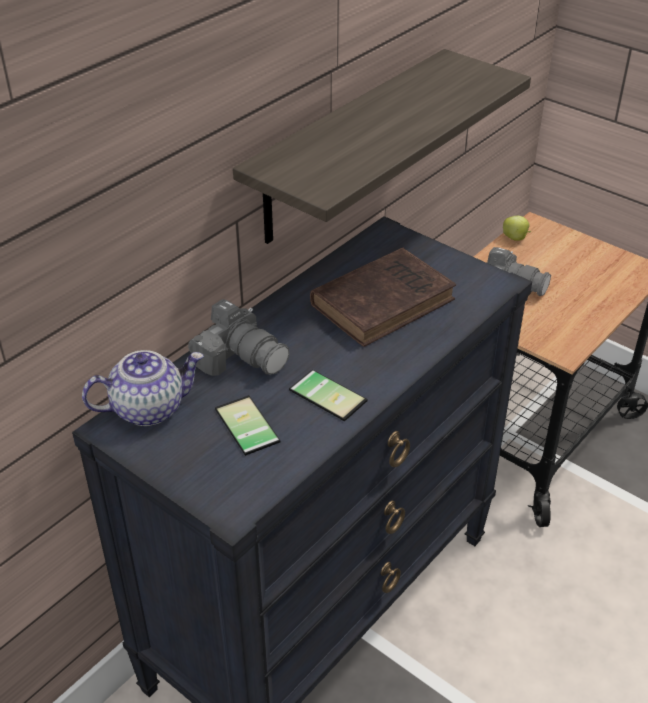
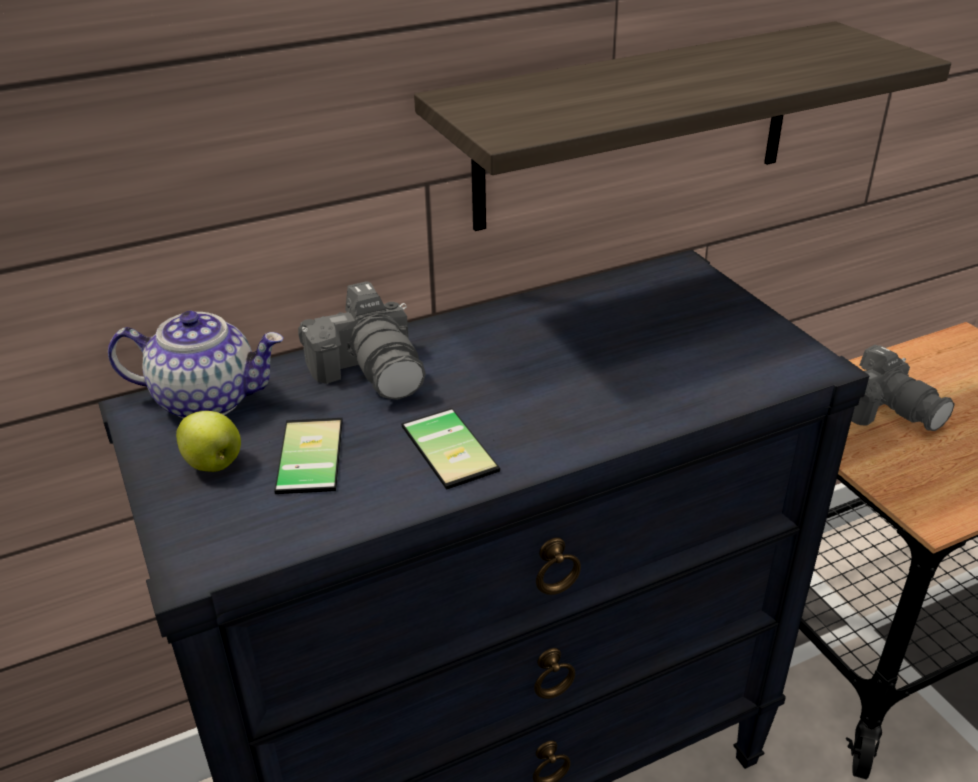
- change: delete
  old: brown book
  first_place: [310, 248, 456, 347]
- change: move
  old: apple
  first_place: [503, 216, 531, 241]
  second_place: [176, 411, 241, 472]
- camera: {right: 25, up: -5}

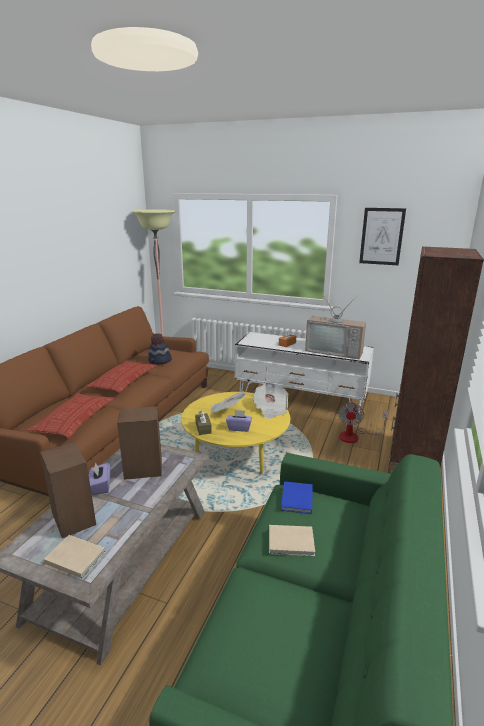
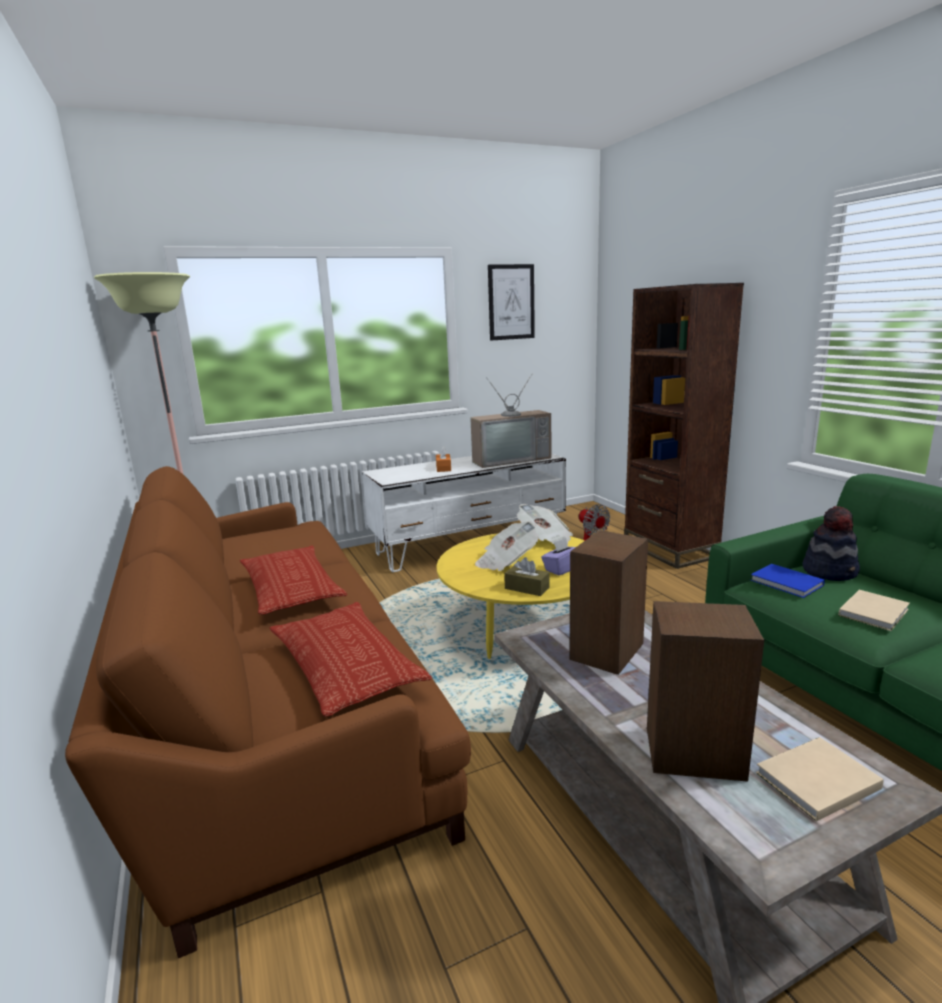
- change: delete
  old: purple tissue box
  first_place: [89, 462, 111, 495]
- change: move
  old: hat
  first_place: [148, 333, 172, 365]
  second_place: [802, 506, 860, 581]
- camera: {right: -45, up: -5}

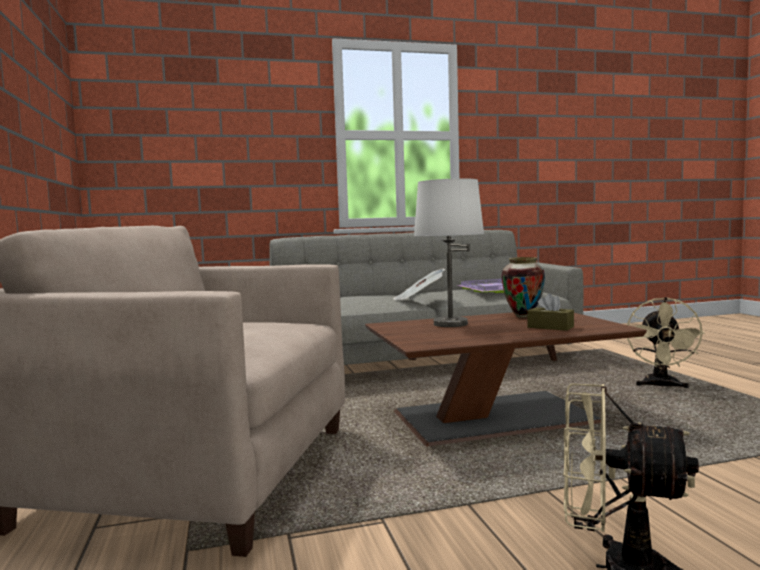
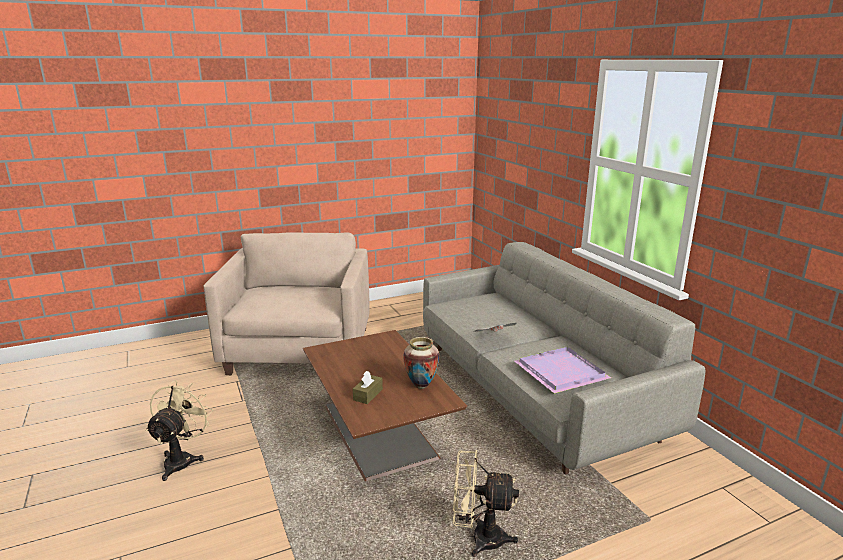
- change: delete
  old: white table lamp
  first_place: [414, 178, 484, 327]
- camera: {right: 80, up: 15}

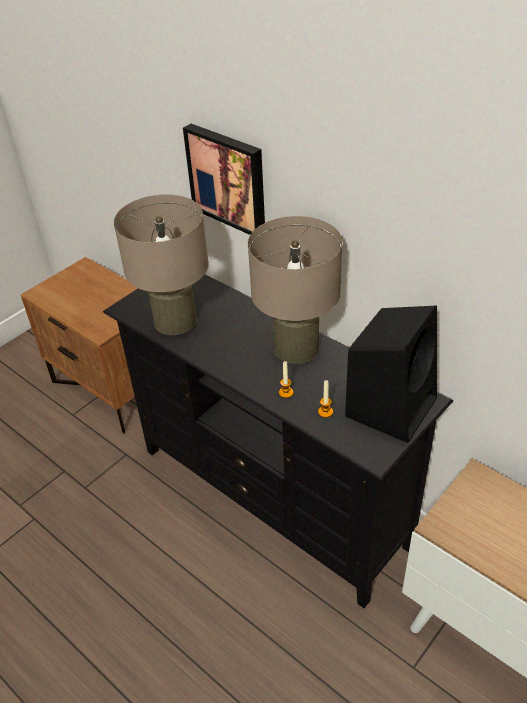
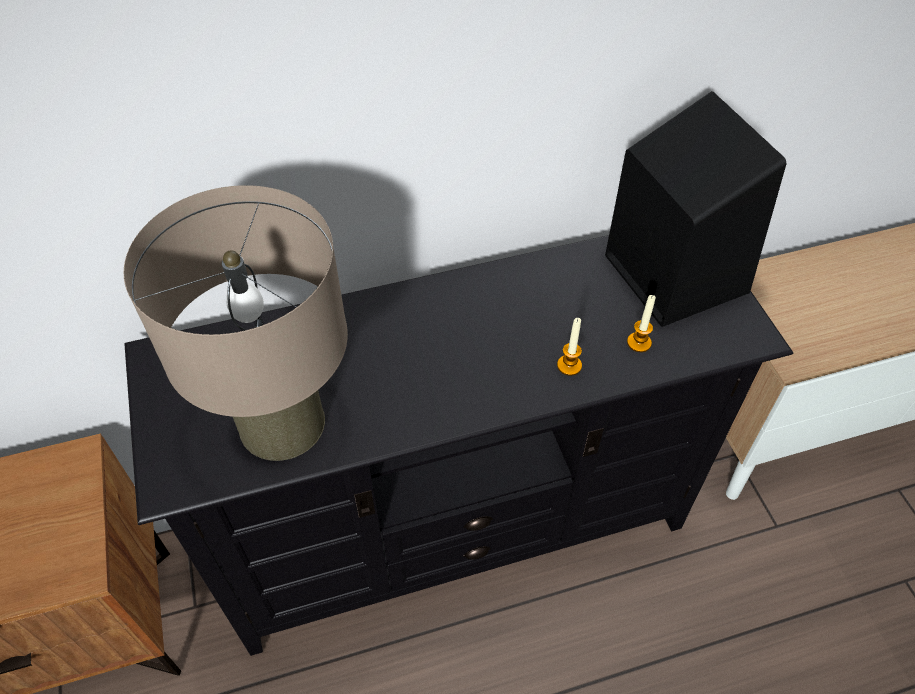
- change: delete
  old: picture
  first_place: [183, 124, 265, 235]
- change: delete
  old: beige table lamp
  first_place: [248, 216, 343, 364]
- camera: {right: -60, up: 10}

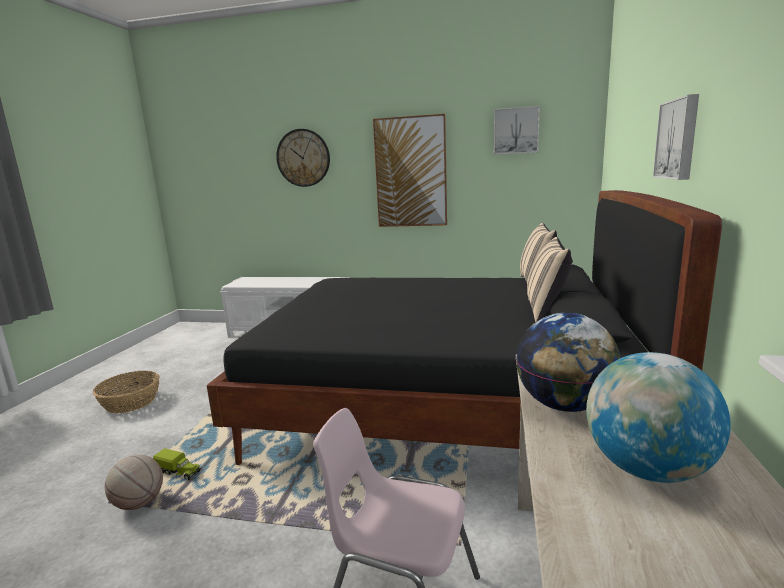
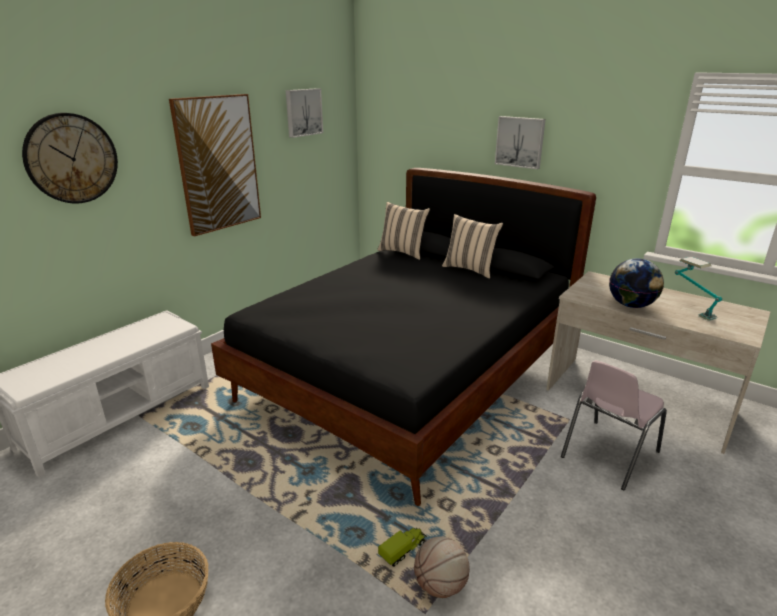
- change: replace
  old: globe
  new: table lamp
  first_place: [586, 352, 731, 483]
  second_place: [675, 257, 722, 321]
- camera: {right: -65, up: 10}

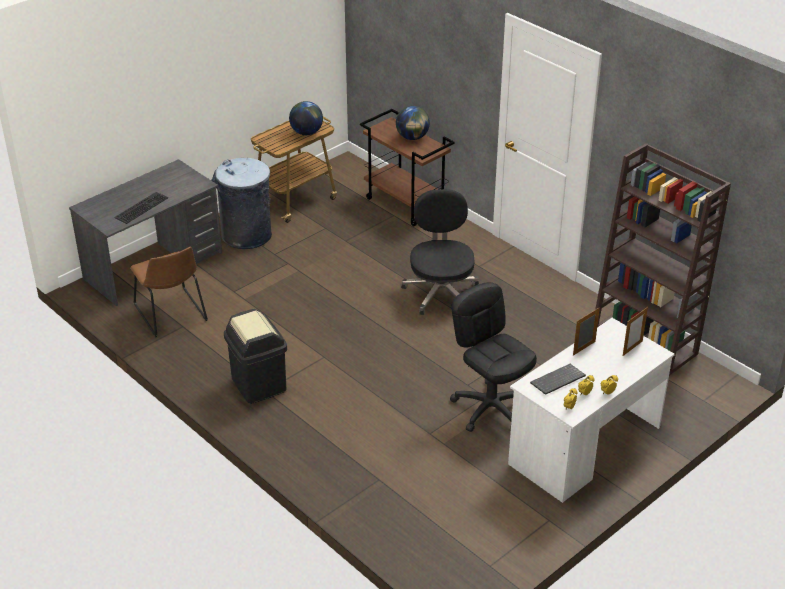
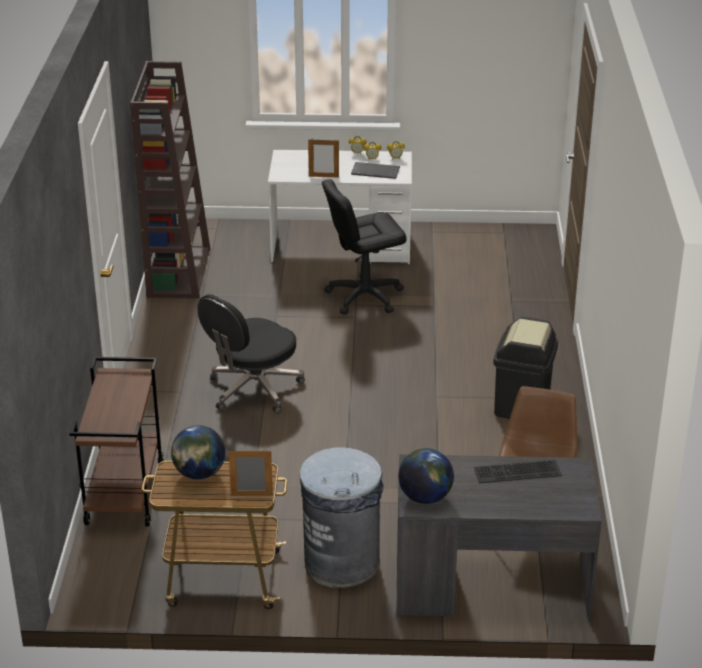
- change: move
  old: globe
  first_place: [396, 106, 430, 140]
  second_place: [398, 448, 454, 504]
- change: move
  old: picture frame
  first_place: [623, 307, 648, 356]
  second_place: [228, 451, 273, 496]
- change: rotate
  old: black office chair
  first_place: [450, 282, 537, 432]
  second_place: [322, 179, 407, 315]
  degrees: 60
- camera: {right: -135, up: -5}

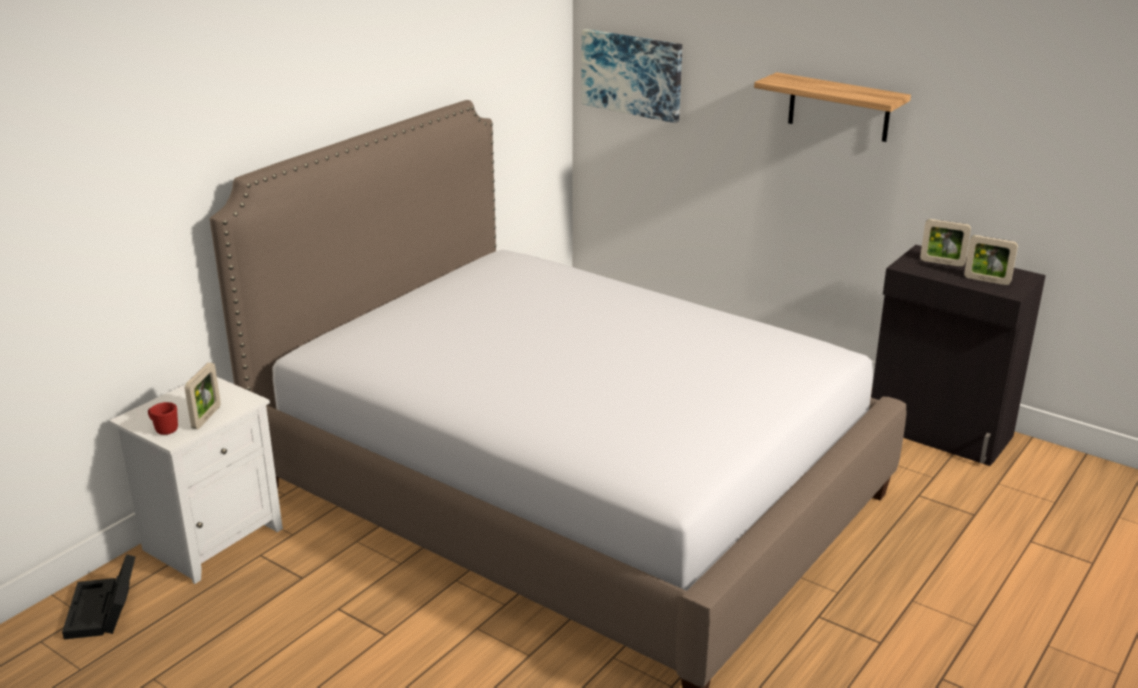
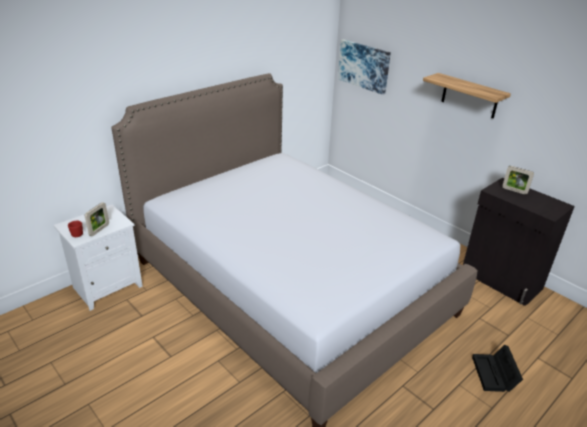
- change: delete
  old: picture frame
  first_place: [964, 235, 1018, 285]
- change: move
  old: black storage box
  first_place: [62, 554, 135, 639]
  second_place: [472, 345, 523, 392]
- camera: {right: 10, up: 5}

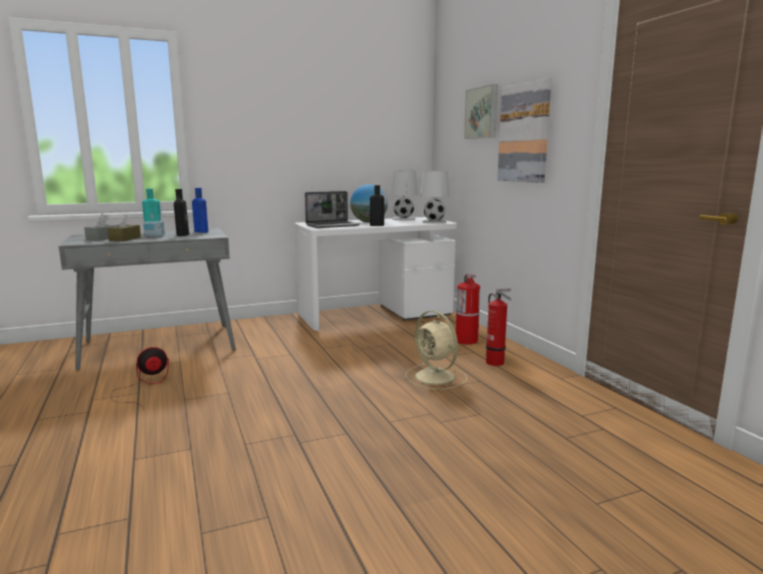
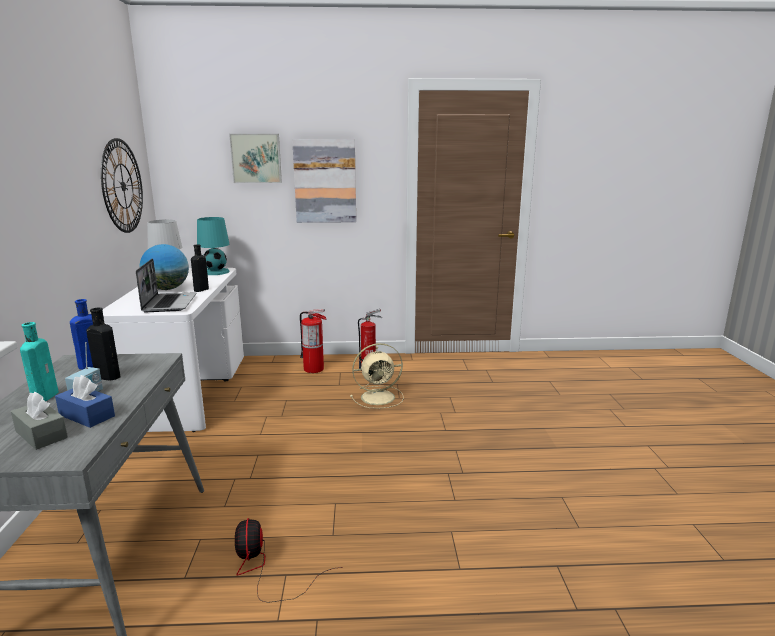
- change: insert
  new: wall clock
  second_place: [101, 138, 143, 233]
- change: recolor
  old: brown tissue box
  new: blue tissue box
  first_place: [107, 214, 141, 242]
  second_place: [55, 375, 115, 428]
- change: recolor
  old: white table lamp
  new: turquoise table lamp
  first_place: [420, 171, 449, 224]
  second_place: [197, 217, 230, 275]
- camera: {right: -70, up: 5}

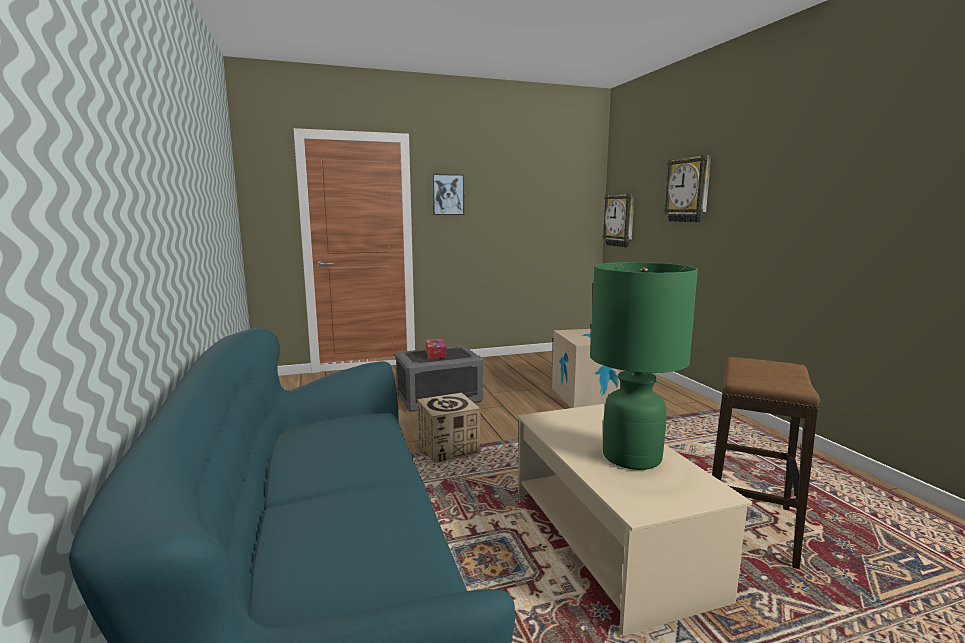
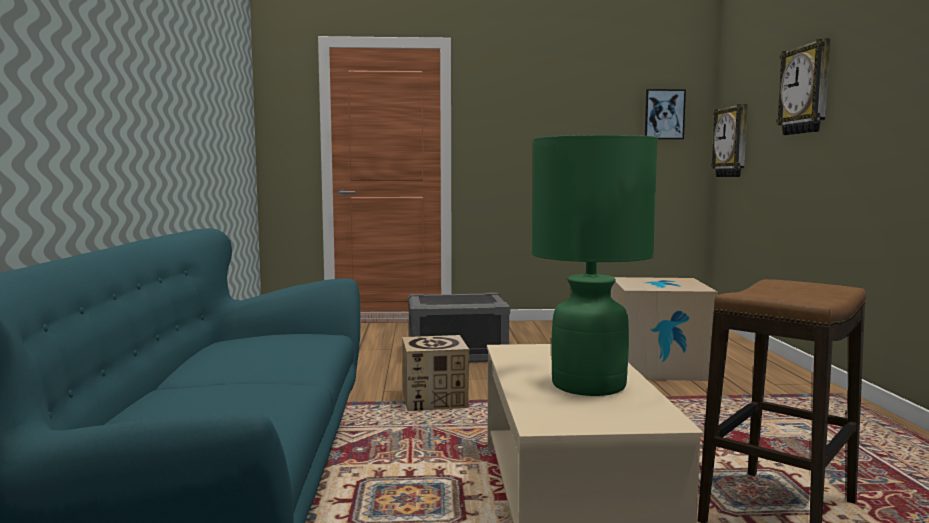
- change: delete
  old: tissue box
  first_place: [425, 339, 447, 359]
- change: move
  old: picture
  first_place: [432, 174, 464, 215]
  second_place: [645, 89, 686, 139]
- camera: {right: 15, up: -5}

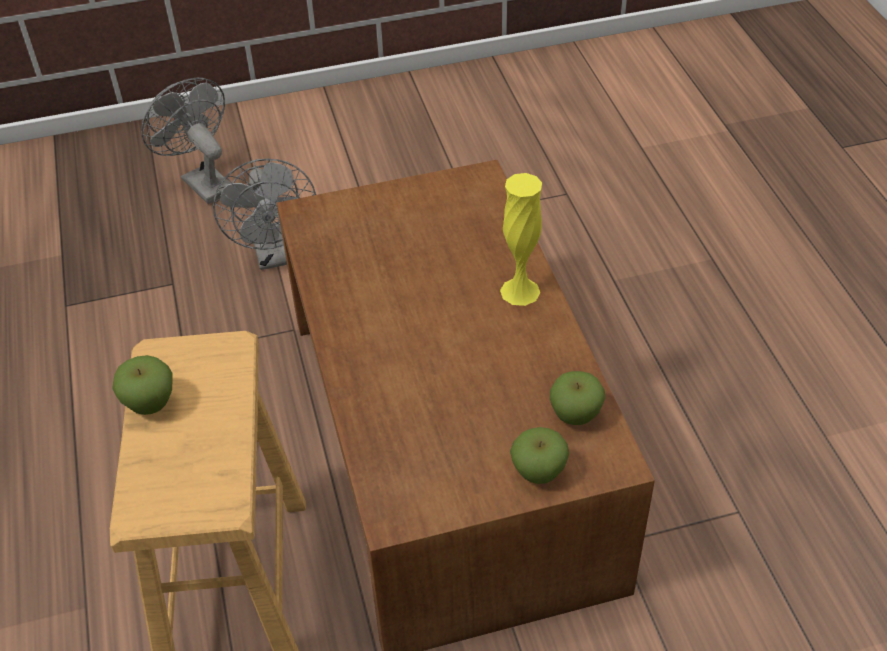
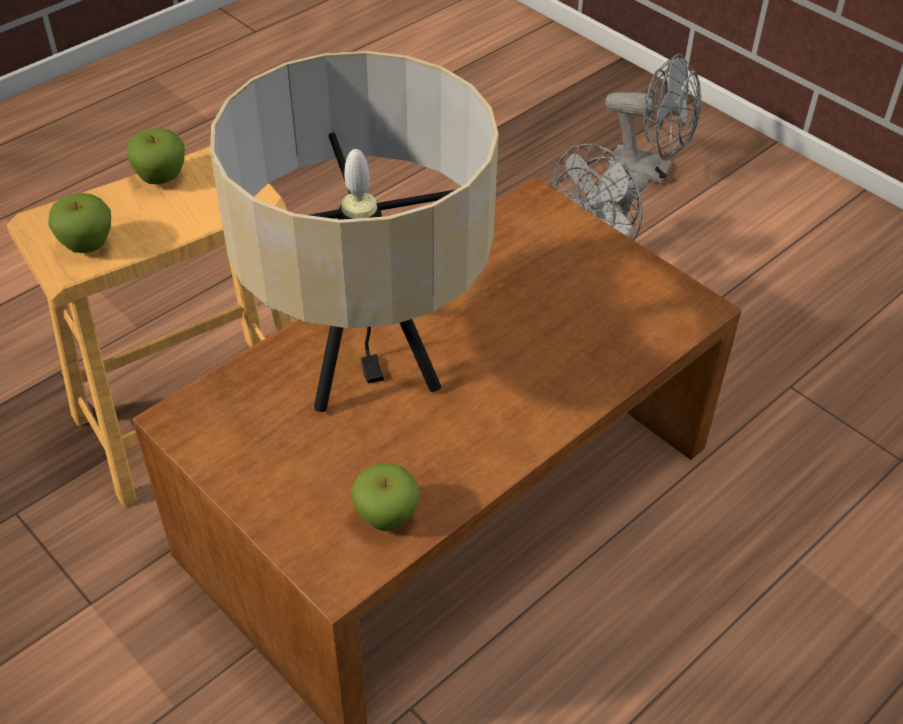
- change: delete
  old: yellow vase
  first_place: [500, 173, 542, 306]
- change: insert
  new: beige table lamp
  second_place: [210, 51, 499, 412]
- change: move
  old: apple
  first_place: [510, 427, 569, 484]
  second_place: [48, 193, 111, 253]
- change: rotate
  old: grey fan
  first_place: [141, 78, 231, 204]
  second_place: [605, 53, 701, 184]
  degrees: 90
- camera: {right: 60, up: 0}

